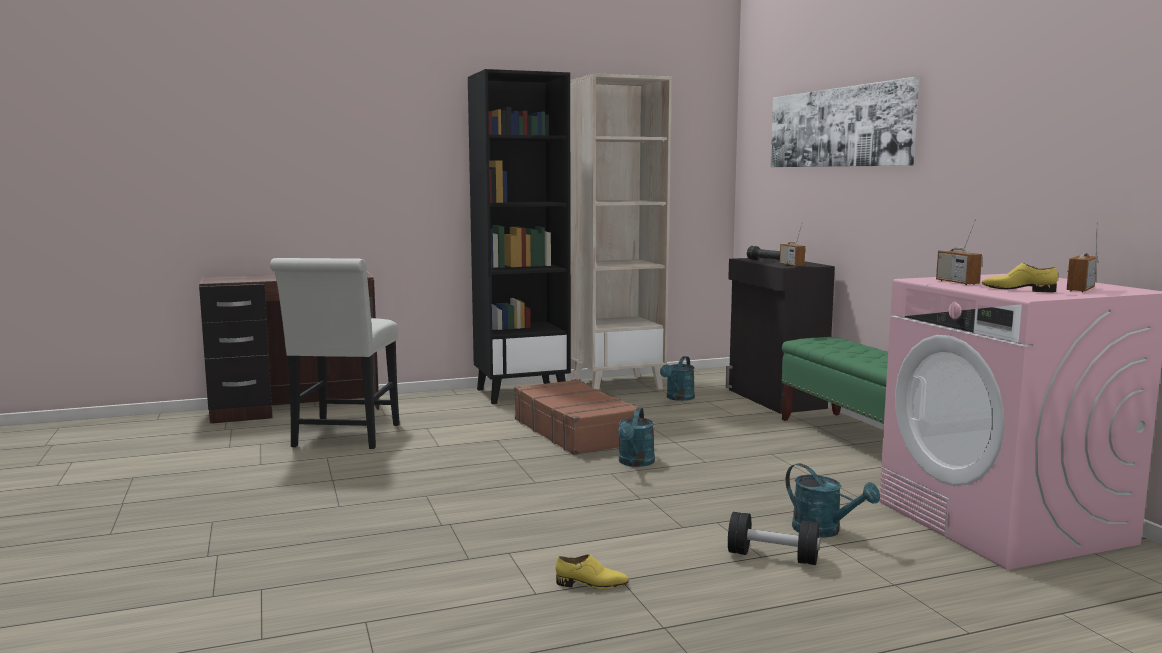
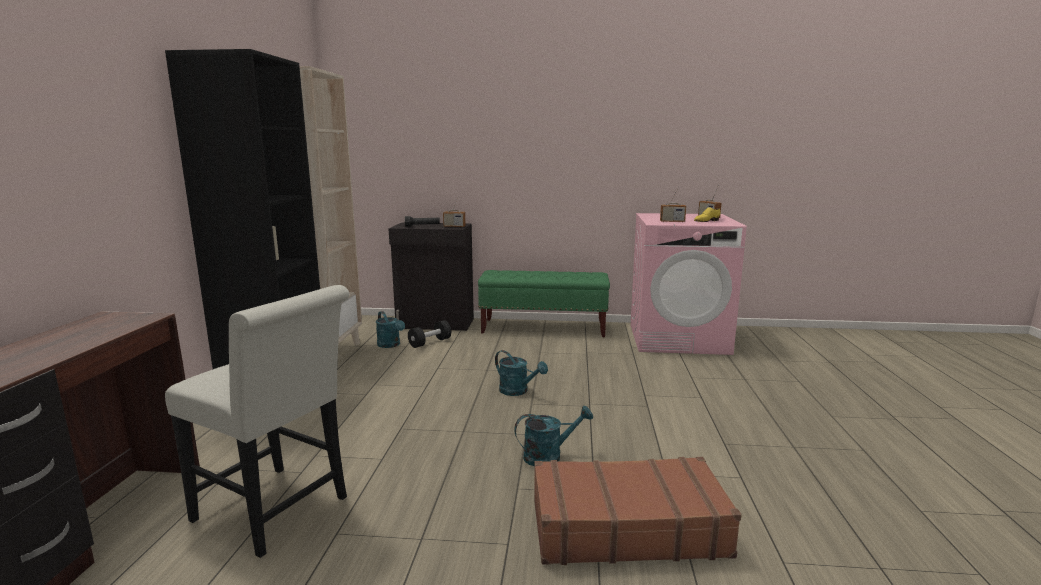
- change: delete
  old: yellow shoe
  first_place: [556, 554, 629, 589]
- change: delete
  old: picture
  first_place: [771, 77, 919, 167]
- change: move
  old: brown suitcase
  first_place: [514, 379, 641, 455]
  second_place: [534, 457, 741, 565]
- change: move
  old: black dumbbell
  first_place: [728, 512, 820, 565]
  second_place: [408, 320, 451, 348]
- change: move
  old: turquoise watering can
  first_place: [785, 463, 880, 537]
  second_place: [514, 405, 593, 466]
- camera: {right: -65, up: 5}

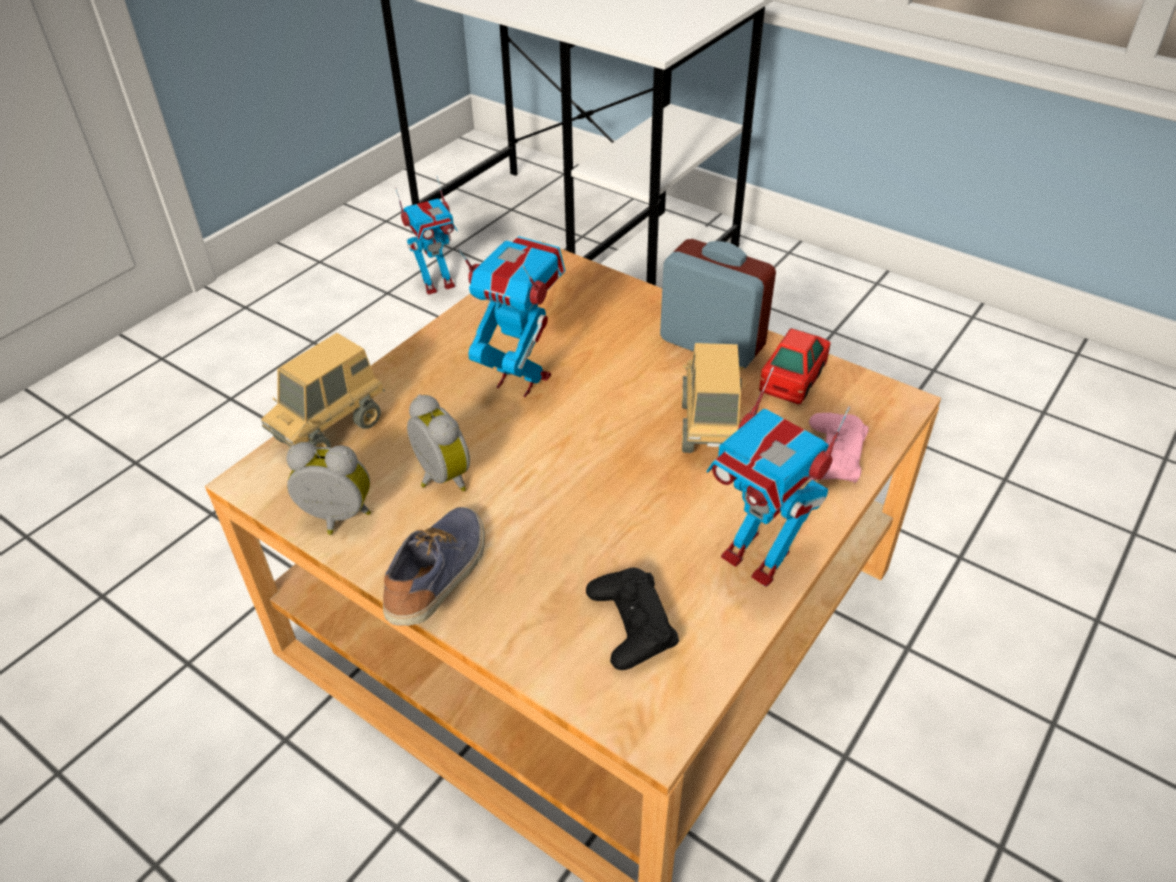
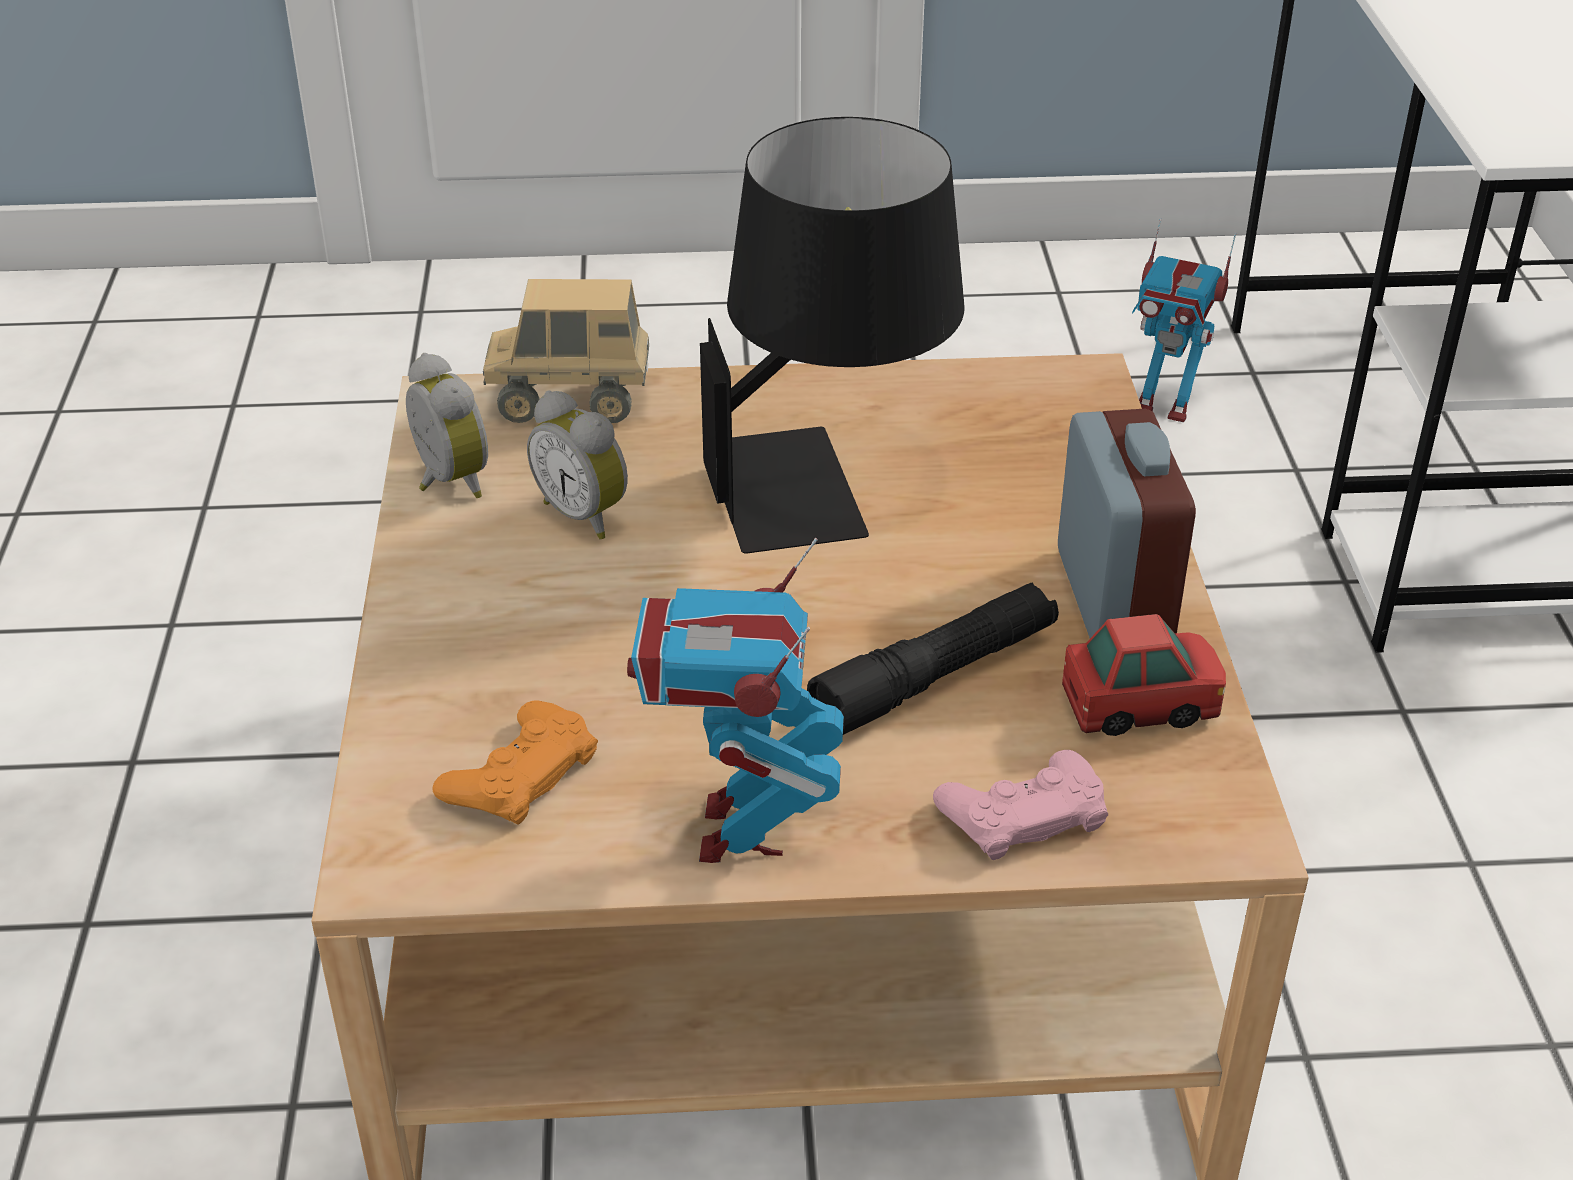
- change: delete
  old: shoe
  first_place: [383, 507, 485, 626]
- change: replace
  old: toy robot
  new: black table lamp
  first_place: [457, 236, 565, 397]
  second_place: [700, 117, 965, 554]
- change: replace
  old: toy truck
  new: black flashlight
  first_place: [682, 343, 744, 453]
  second_place: [807, 582, 1059, 735]
- change: recolor
  old: black game controller
  new: orange game controller
  first_place: [586, 567, 679, 670]
  second_place: [433, 700, 598, 825]
- change: rotate
  old: alarm clock
  first_place: [407, 394, 470, 491]
  second_place: [527, 391, 628, 539]
  degrees: 120
- camera: {right: 50, up: -5}

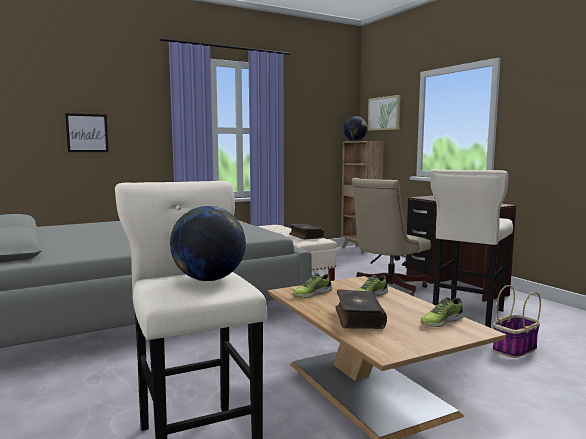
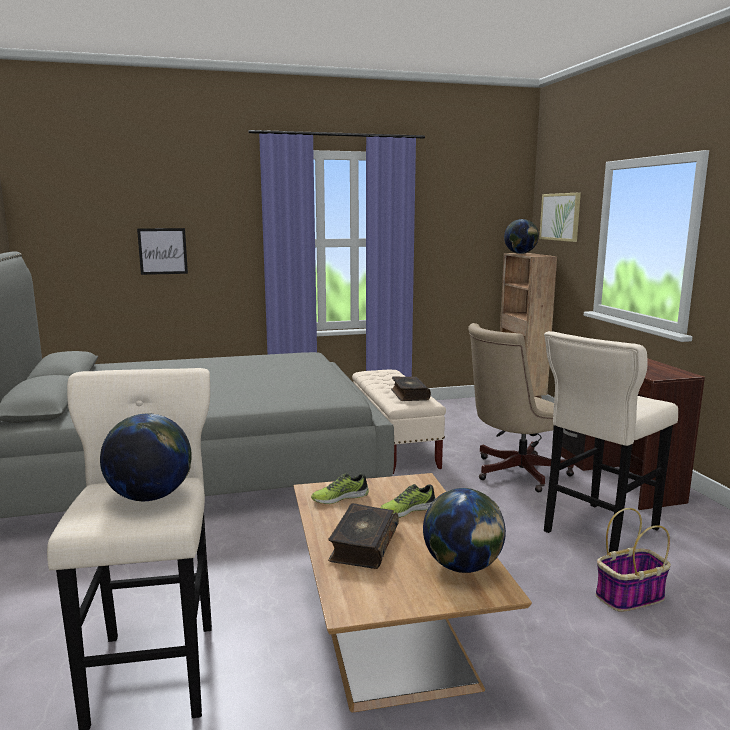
- change: replace
  old: shoe
  new: globe
  first_place: [421, 297, 464, 327]
  second_place: [423, 488, 506, 573]
- camera: {right: 15, up: 5}

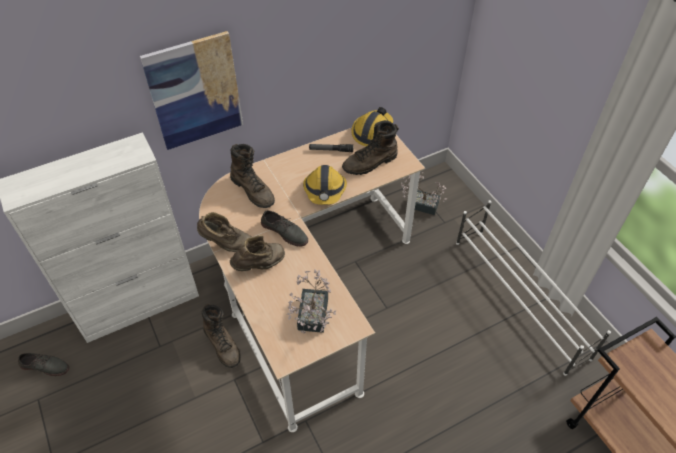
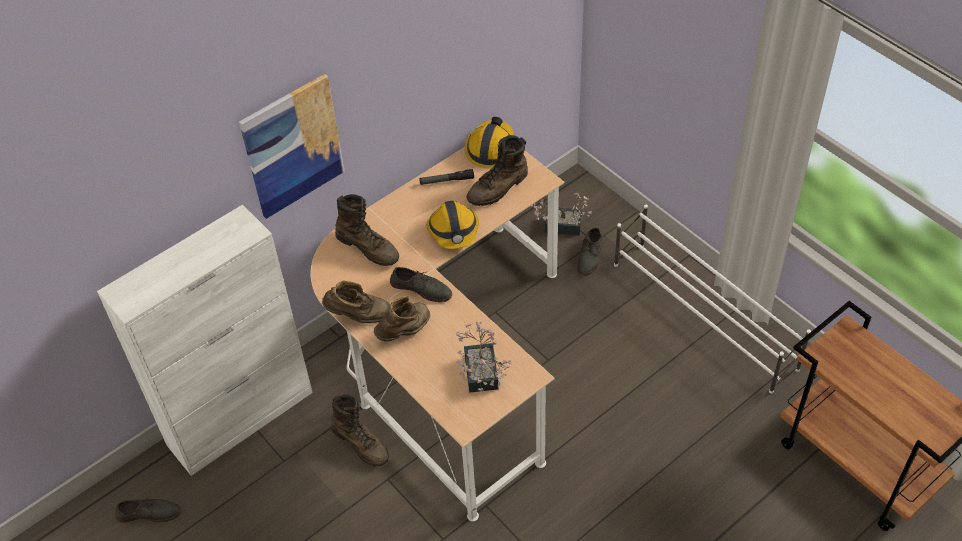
- change: insert
  new: grey shoe
  second_place: [577, 228, 603, 276]
- camera: {right: -10, up: 0}

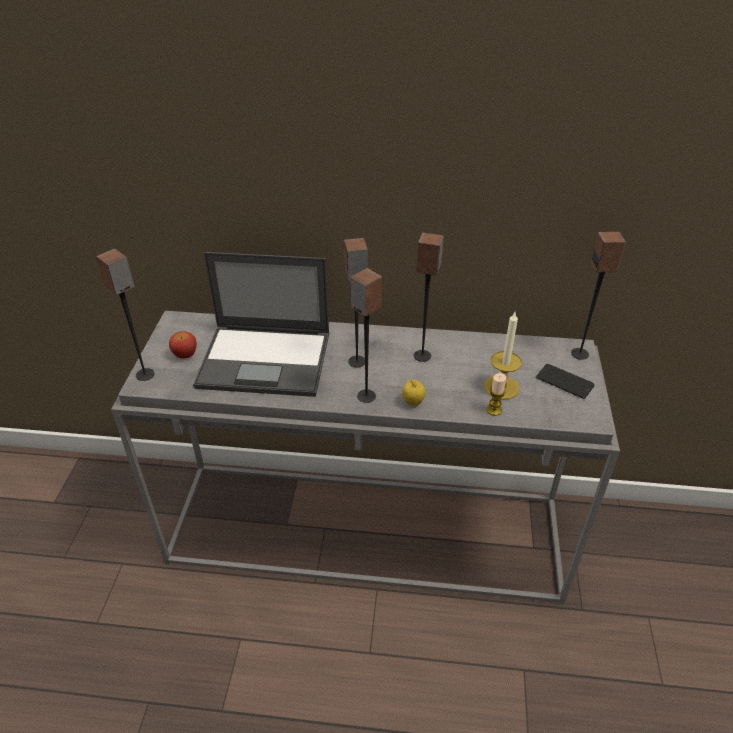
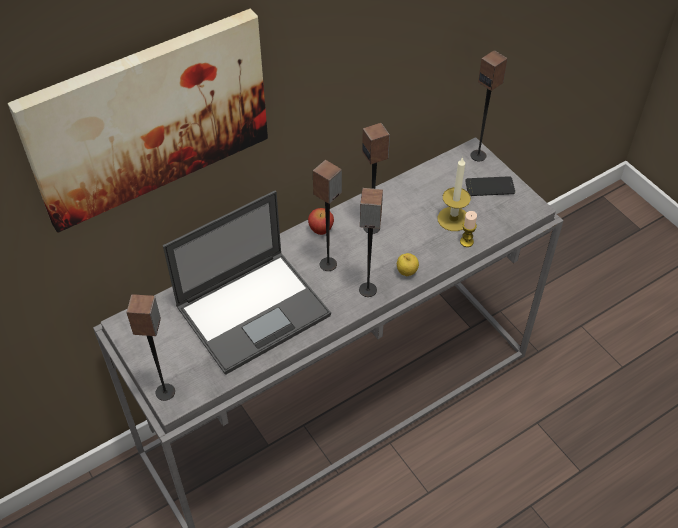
- change: insert
  new: picture
  second_place: [8, 9, 268, 233]
- change: move
  old: apple
  first_place: [169, 331, 197, 359]
  second_place: [308, 208, 334, 235]
- camera: {right: -40, up: 10}

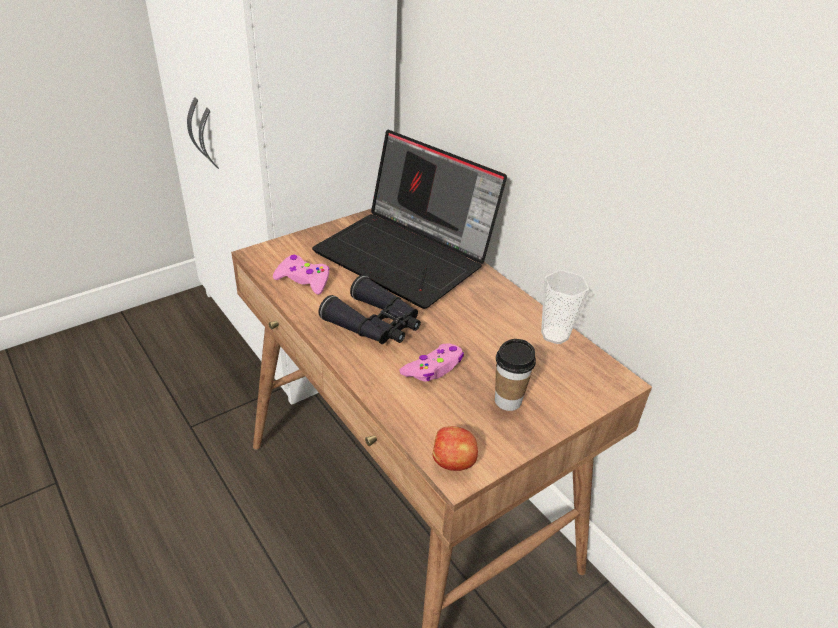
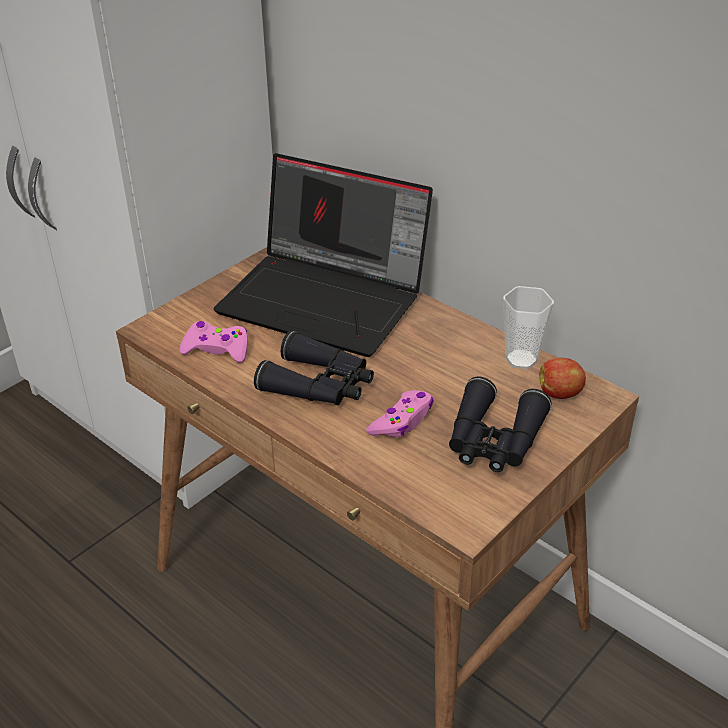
- change: move
  old: apple
  first_place: [432, 426, 478, 471]
  second_place: [539, 358, 586, 399]
- change: replace
  old: cup
  new: black binoculars
  first_place: [495, 339, 536, 411]
  second_place: [449, 377, 551, 472]
- camera: {right: -10, up: 0}

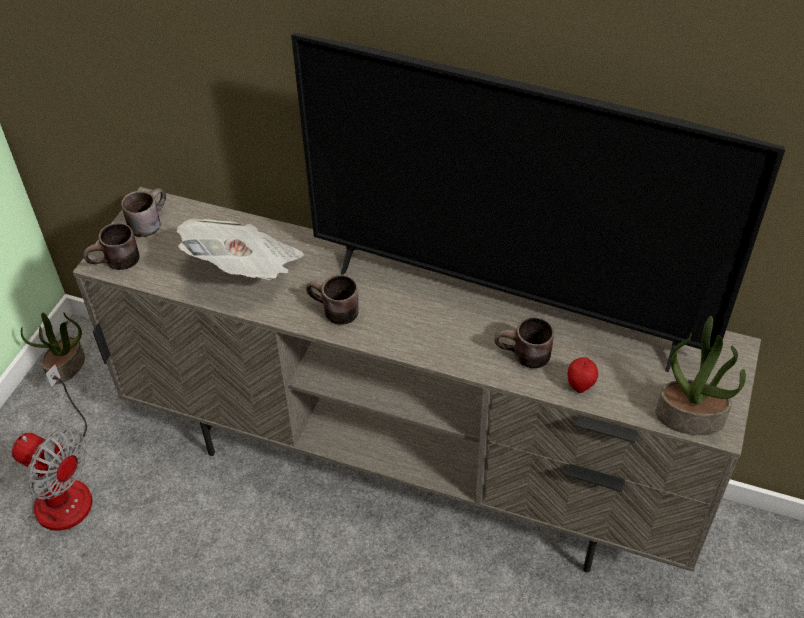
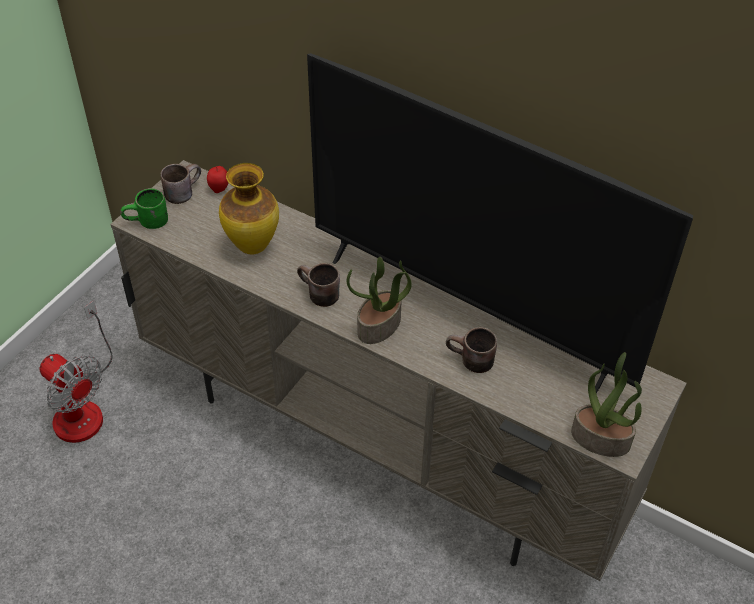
- change: move
  old: potted plant
  first_place: [21, 312, 85, 384]
  second_place: [346, 257, 412, 344]
- change: move
  old: apple
  first_place: [568, 357, 598, 393]
  second_place: [207, 166, 228, 193]
- change: replace
  old: newspaper
  new: vase
  first_place: [176, 218, 304, 280]
  second_place: [219, 163, 279, 254]
- change: recolor
  old: brown mug
  new: green mug
  first_place: [83, 223, 139, 270]
  second_place: [120, 188, 168, 229]
- camera: {right: 10, up: 0}

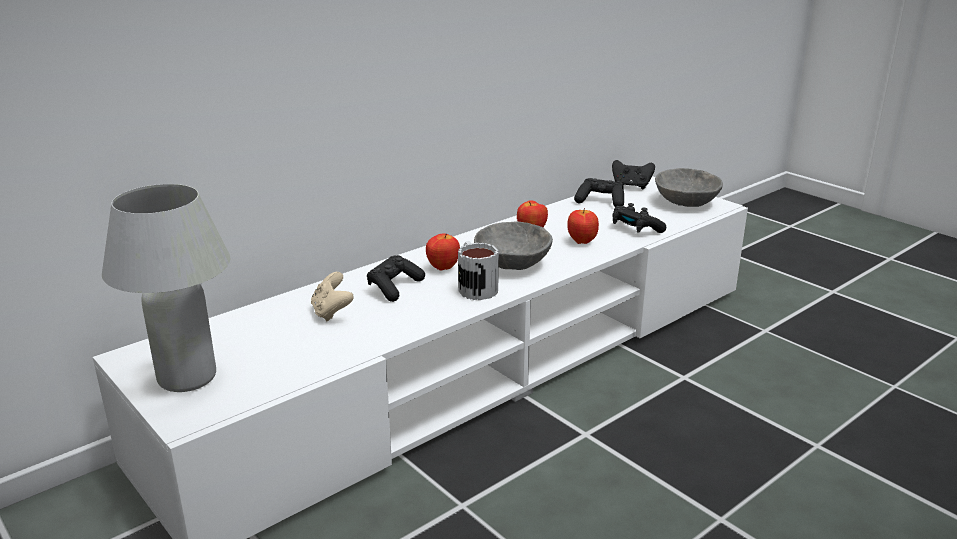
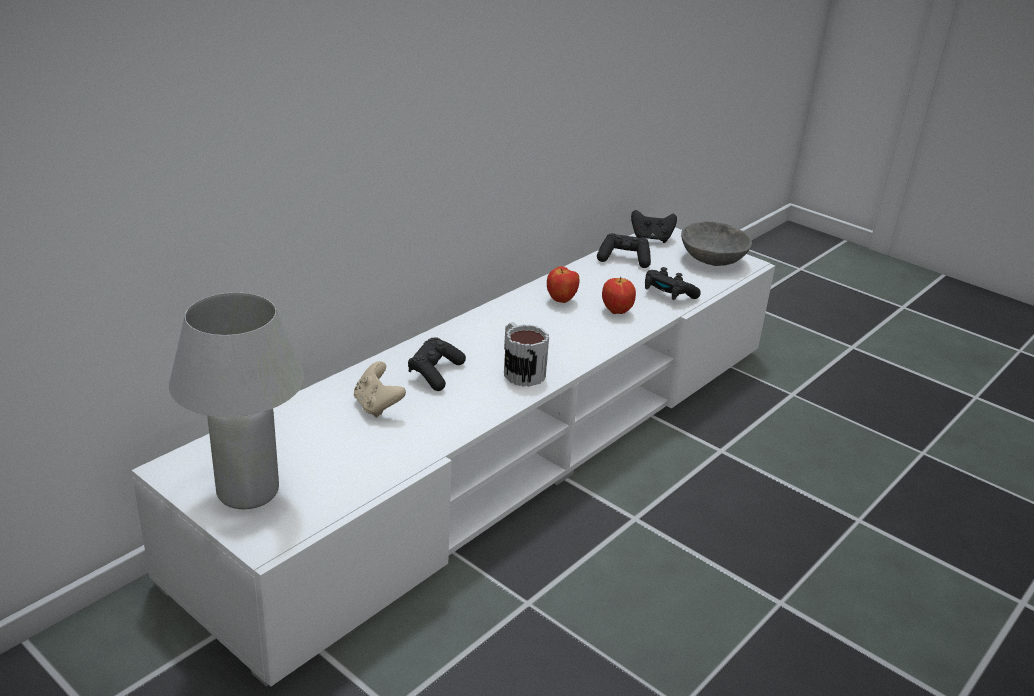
- change: delete
  old: apple
  first_place: [426, 233, 460, 271]
- change: delete
  old: grey bowl
  first_place: [474, 221, 553, 270]
- camera: {right: -10, up: 5}

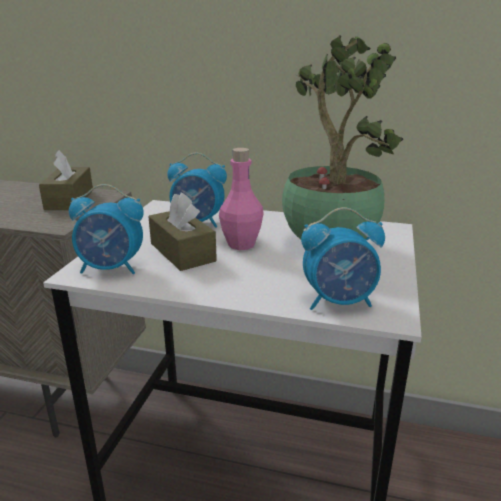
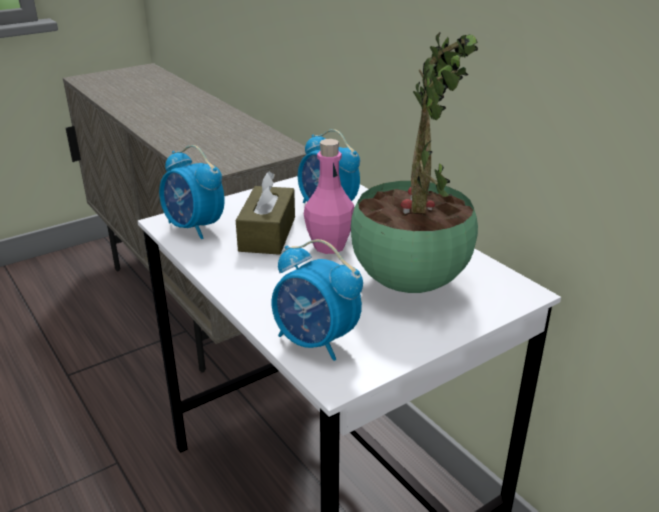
- change: delete
  old: brown tissue box
  first_place: [39, 150, 93, 210]
- camera: {right: 40, up: 5}

